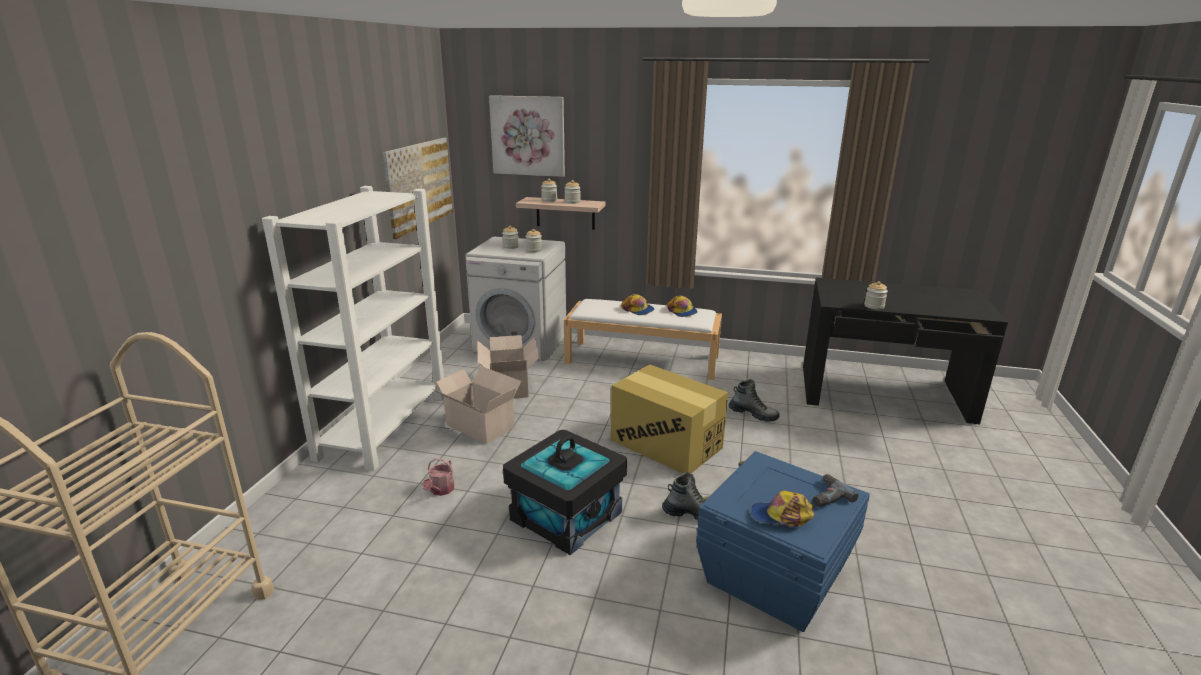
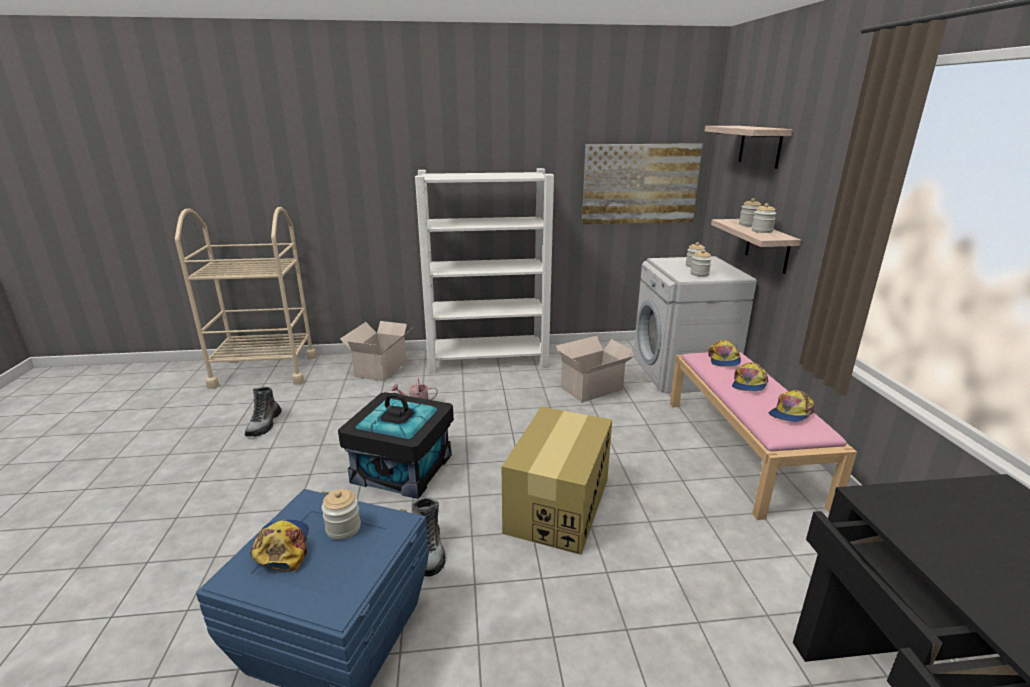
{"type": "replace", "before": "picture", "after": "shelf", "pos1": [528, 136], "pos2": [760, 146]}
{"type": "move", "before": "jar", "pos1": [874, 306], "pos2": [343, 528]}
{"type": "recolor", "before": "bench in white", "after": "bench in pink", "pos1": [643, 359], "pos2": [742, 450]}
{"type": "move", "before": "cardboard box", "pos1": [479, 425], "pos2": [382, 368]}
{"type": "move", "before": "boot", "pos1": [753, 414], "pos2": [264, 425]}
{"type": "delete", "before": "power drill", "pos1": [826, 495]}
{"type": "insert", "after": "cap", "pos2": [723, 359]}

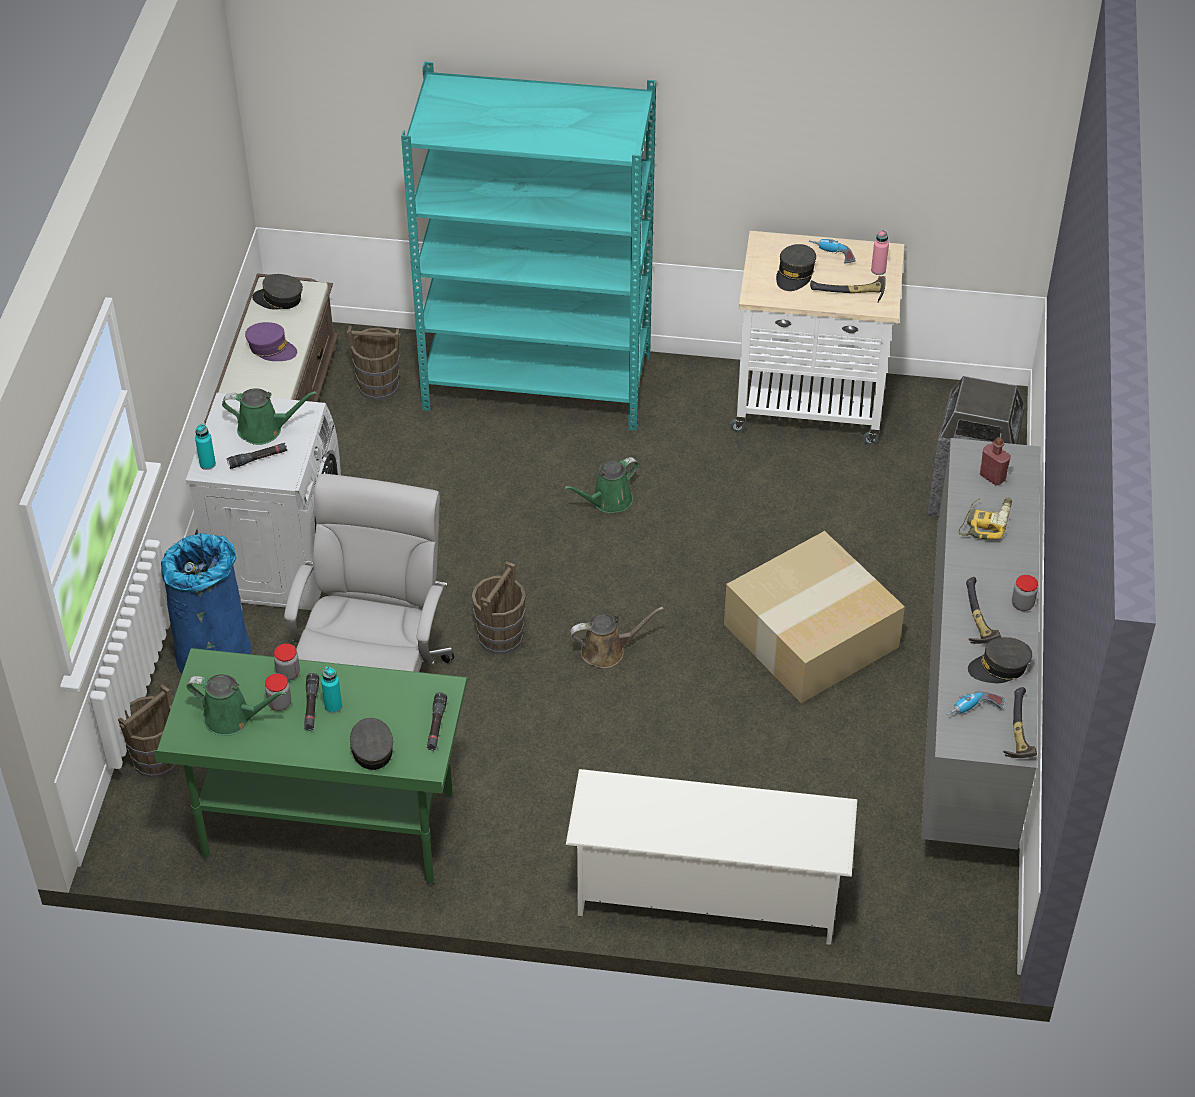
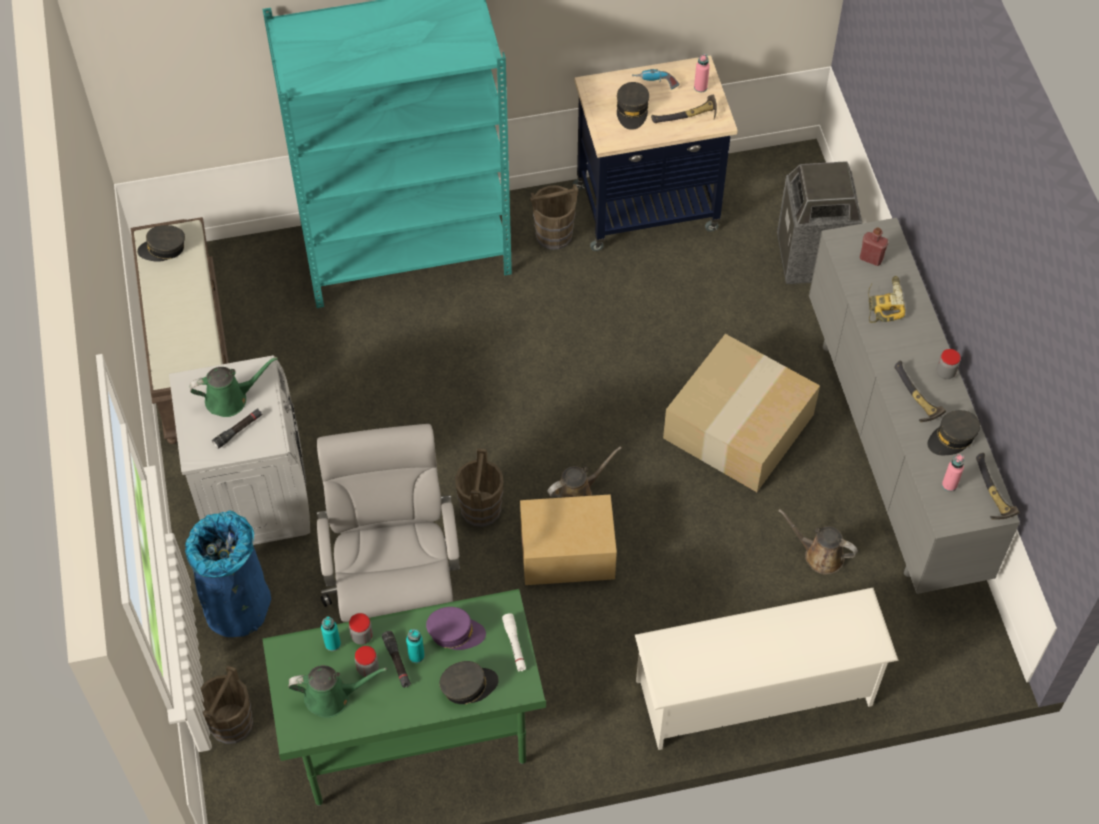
{"type": "recolor", "before": "cart in white", "after": "cart in blue", "pos1": [809, 405], "pos2": [647, 207]}
{"type": "move", "before": "cap in purple", "pos1": [271, 348], "pos2": [455, 633]}
{"type": "move", "before": "bucket in brown", "pos1": [378, 385], "pos2": [553, 235]}
{"type": "move", "before": "bottle in turquoise", "pos1": [207, 464], "pos2": [332, 644]}
{"type": "delete", "before": "watering can in green", "pos1": [608, 501]}
{"type": "replace", "before": "power drill", "after": "bottle in pink", "pos1": [974, 711], "pos2": [949, 485]}
{"type": "recolor", "before": "flashlight in black", "after": "flashlight in white", "pos1": [436, 725], "pos2": [514, 645]}
{"type": "rotate", "before": "cap in grey", "pos1": [371, 748], "pos2": [468, 686], "turn": 105}
{"type": "insert", "after": "cardboard box", "pos2": [566, 555]}
{"type": "insert", "after": "watering can in brown", "pos2": [820, 555]}

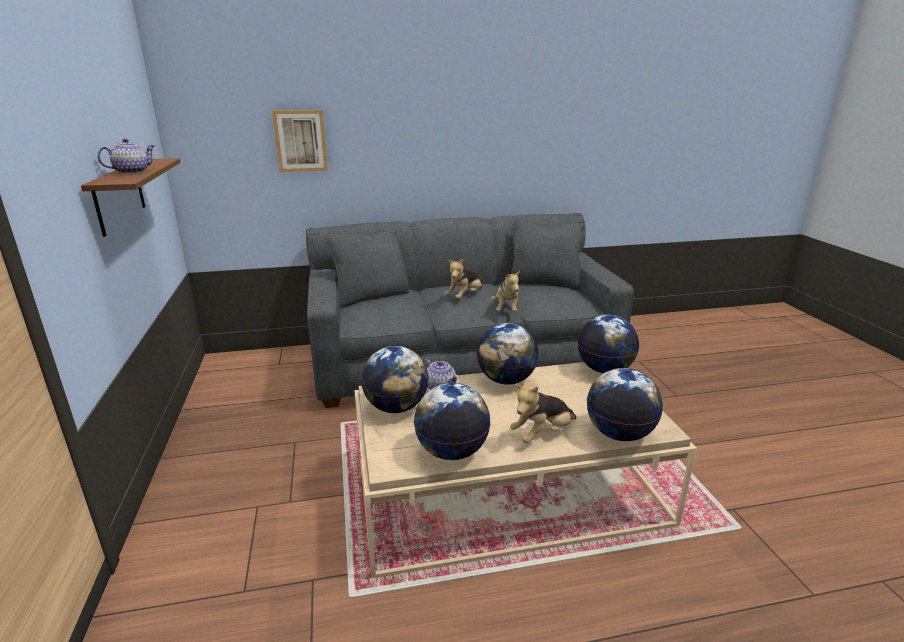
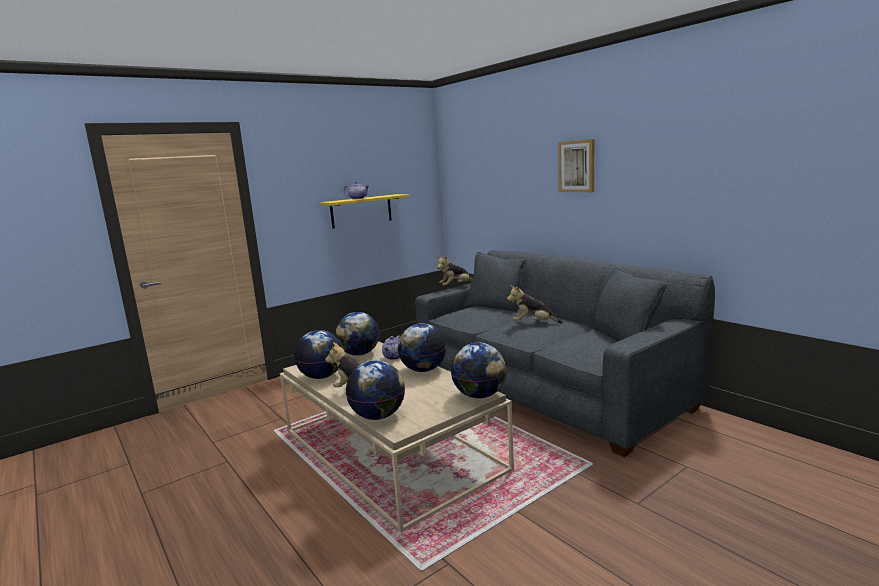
{"type": "move", "before": "picture", "pos1": [300, 141], "pos2": [577, 166]}
{"type": "recolor", "before": "shelf in brown", "after": "shelf in yellow", "pos1": [119, 195], "pos2": [361, 211]}
{"type": "move", "before": "plush toy", "pos1": [506, 309], "pos2": [456, 286]}

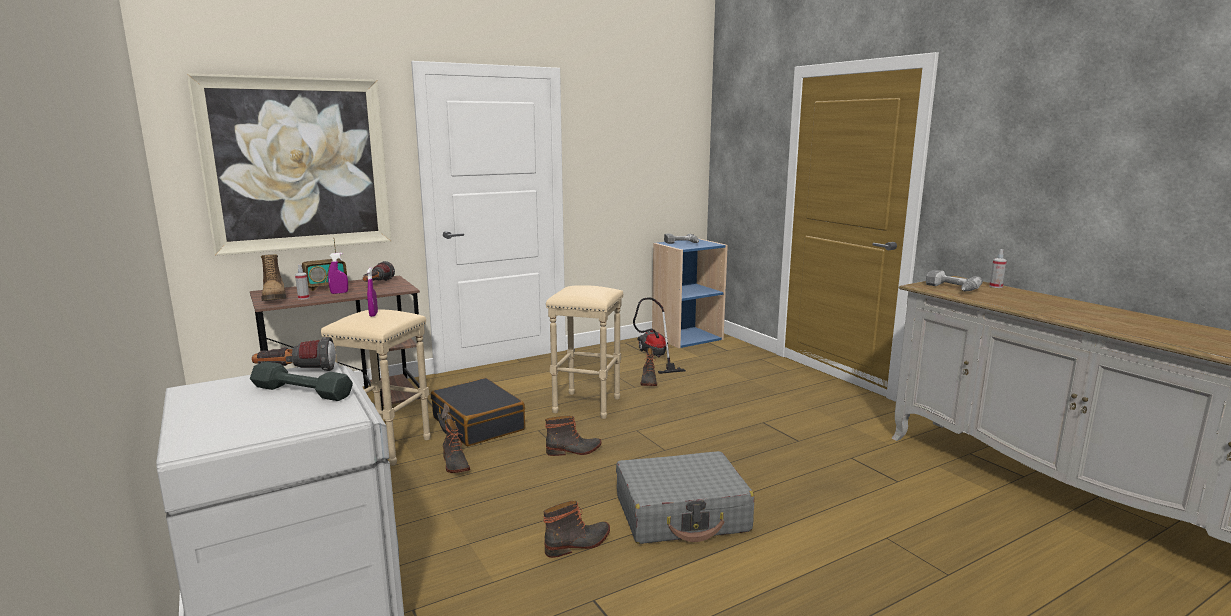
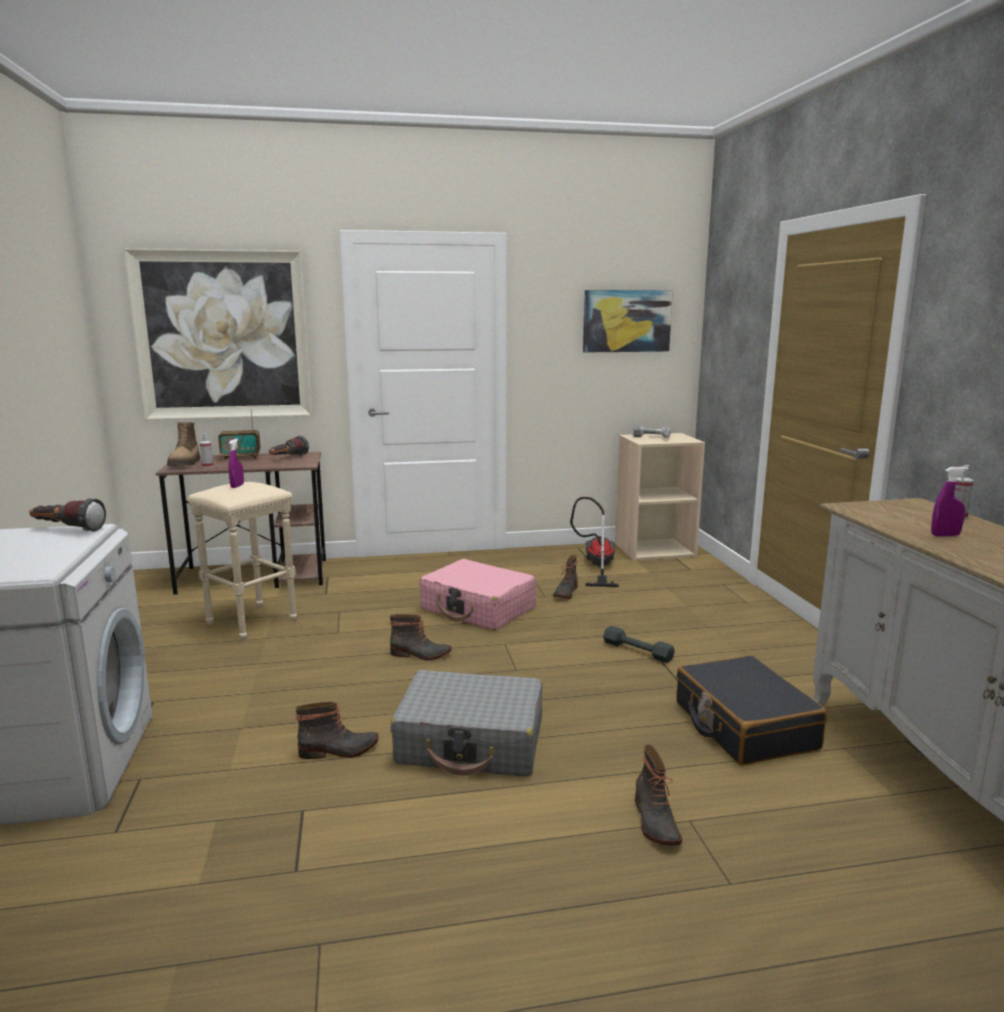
{"type": "recolor", "before": "bookcase in blue", "after": "bookcase in beige", "pos1": [687, 337], "pos2": [655, 549]}
{"type": "move", "before": "spray bottle in purple", "pos1": [339, 293], "pos2": [945, 535]}
{"type": "delete", "before": "power drill", "pos1": [950, 288]}
{"type": "replace", "before": "stool in beige", "after": "suitcase in pink", "pos1": [588, 404], "pos2": [478, 609]}
{"type": "move", "before": "dumbbell in grey", "pos1": [302, 391], "pos2": [637, 651]}
{"type": "move", "before": "suitcase in black", "pos1": [477, 424], "pos2": [743, 726]}
{"type": "move", "before": "boot", "pos1": [454, 464], "pos2": [654, 821]}
{"type": "insert", "after": "picture", "pos2": [626, 321]}

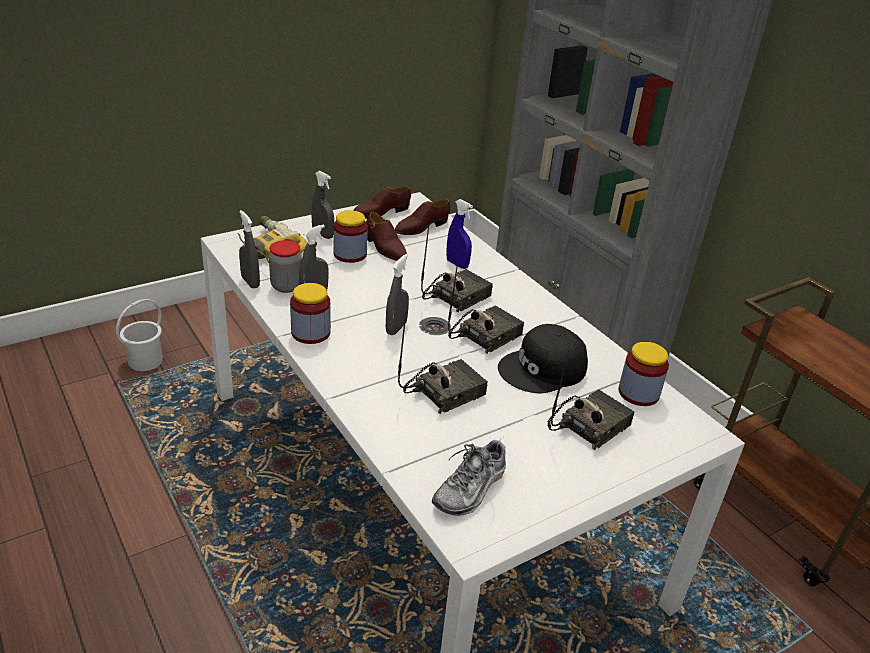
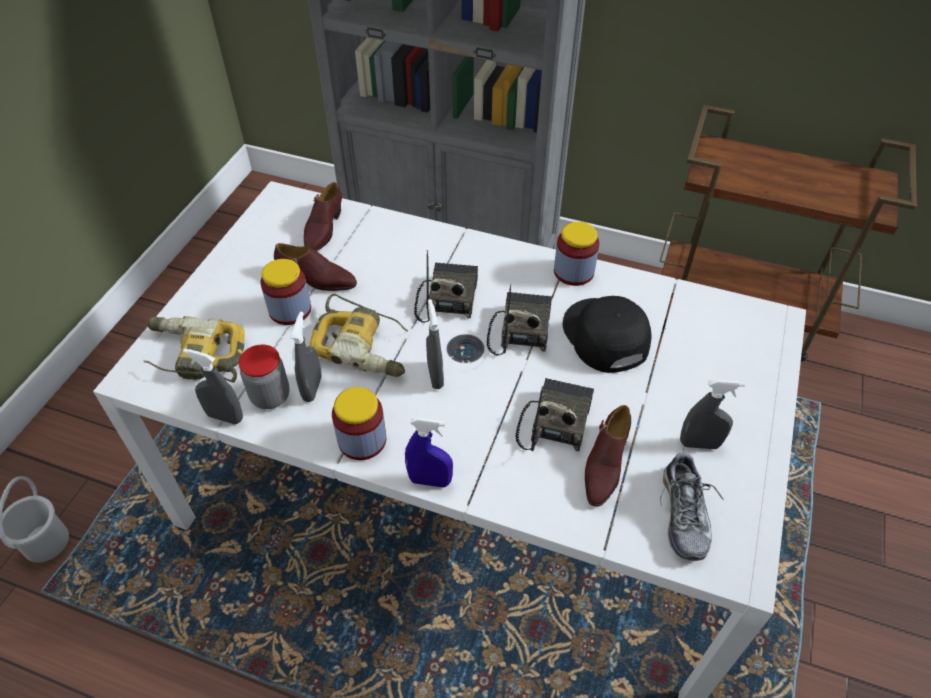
{"type": "move", "before": "spray bottle in grey", "pos1": [323, 235], "pos2": [699, 444]}
{"type": "move", "before": "shoe in brown", "pos1": [381, 212], "pos2": [604, 464]}
{"type": "move", "before": "spray bottle in blue", "pos1": [457, 264], "pos2": [430, 481]}
{"type": "rotate", "before": "cap in black", "pos1": [543, 369], "pos2": [604, 336], "turn": 135}
{"type": "move", "before": "jar", "pos1": [638, 393], "pos2": [573, 272]}
{"type": "delete", "before": "radio", "pos1": [588, 425]}
{"type": "insert", "after": "power drill", "pos2": [364, 345]}

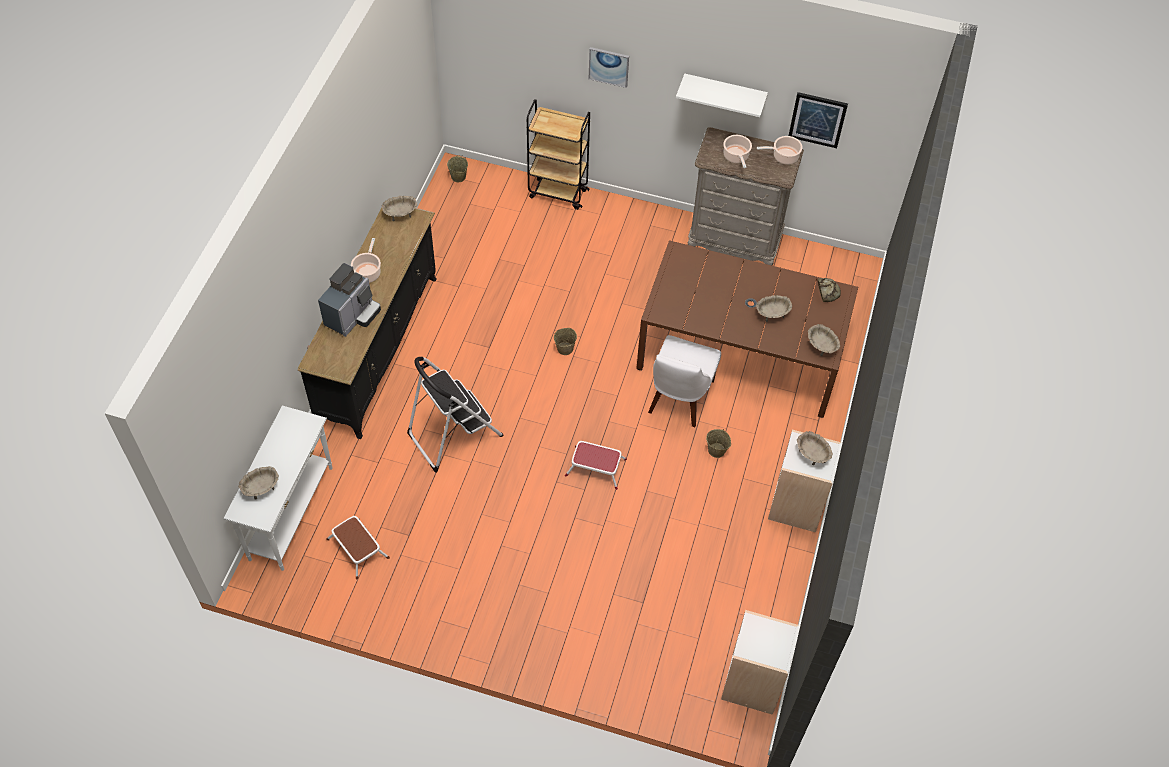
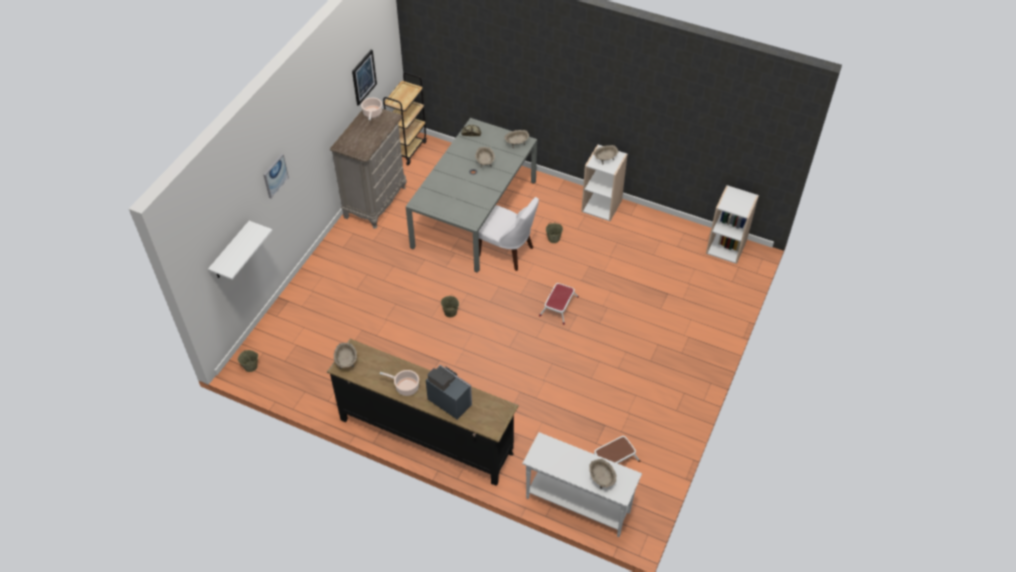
{"type": "move", "before": "shelf in white", "pos1": [724, 93], "pos2": [231, 251]}
{"type": "move", "before": "cart in brown", "pos1": [559, 193], "pos2": [408, 150]}
{"type": "delete", "before": "cooking pot", "pos1": [736, 157]}
{"type": "recolor", "before": "dining table in brown", "after": "dining table in grey", "pos1": [740, 353], "pos2": [474, 214]}
{"type": "delete", "before": "step ladder", "pos1": [452, 435]}

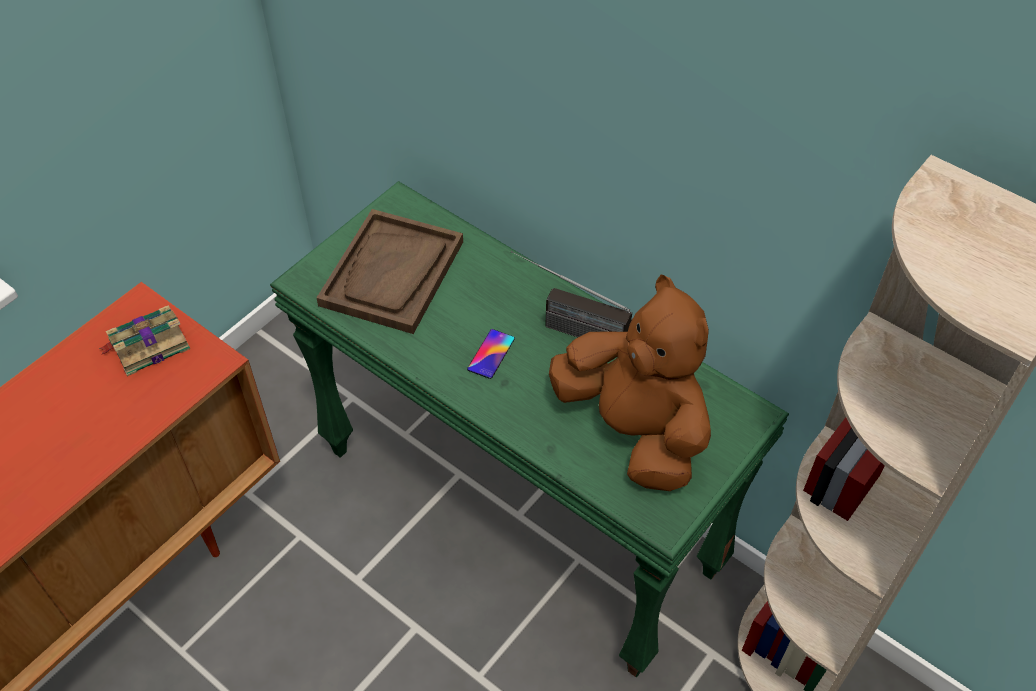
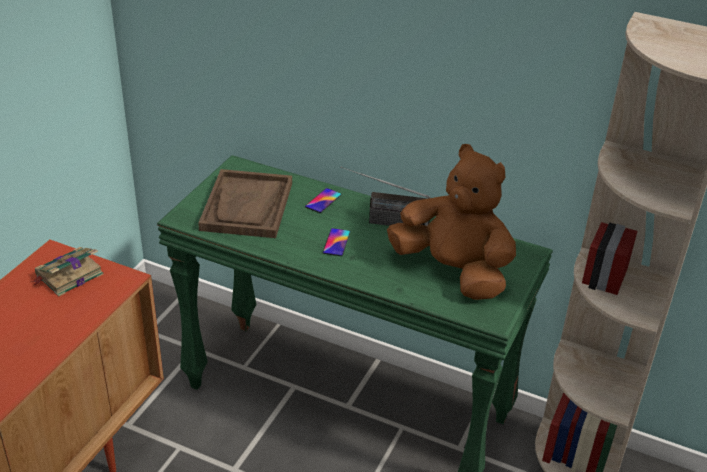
{"type": "insert", "after": "phone", "pos2": [323, 201]}

